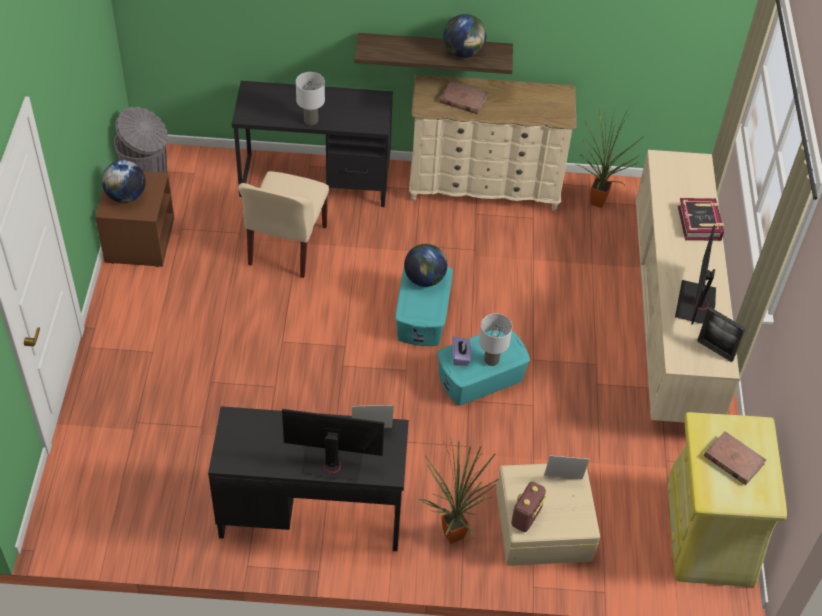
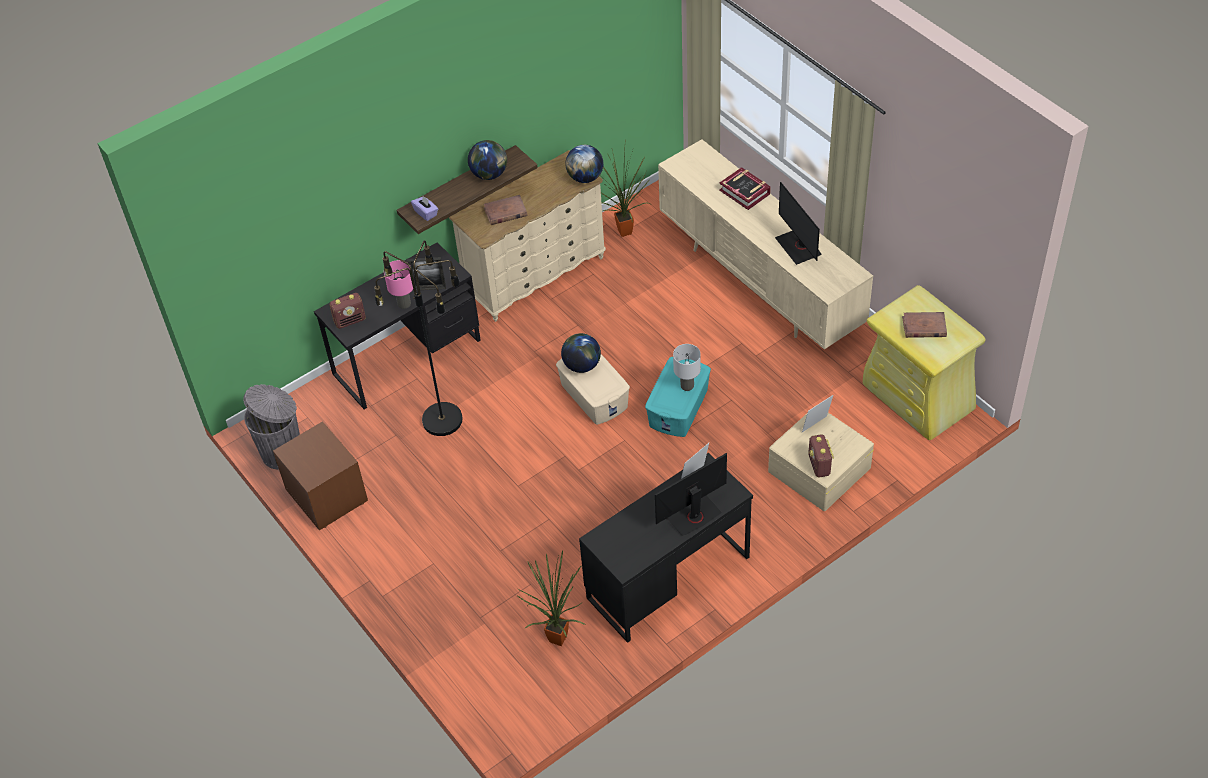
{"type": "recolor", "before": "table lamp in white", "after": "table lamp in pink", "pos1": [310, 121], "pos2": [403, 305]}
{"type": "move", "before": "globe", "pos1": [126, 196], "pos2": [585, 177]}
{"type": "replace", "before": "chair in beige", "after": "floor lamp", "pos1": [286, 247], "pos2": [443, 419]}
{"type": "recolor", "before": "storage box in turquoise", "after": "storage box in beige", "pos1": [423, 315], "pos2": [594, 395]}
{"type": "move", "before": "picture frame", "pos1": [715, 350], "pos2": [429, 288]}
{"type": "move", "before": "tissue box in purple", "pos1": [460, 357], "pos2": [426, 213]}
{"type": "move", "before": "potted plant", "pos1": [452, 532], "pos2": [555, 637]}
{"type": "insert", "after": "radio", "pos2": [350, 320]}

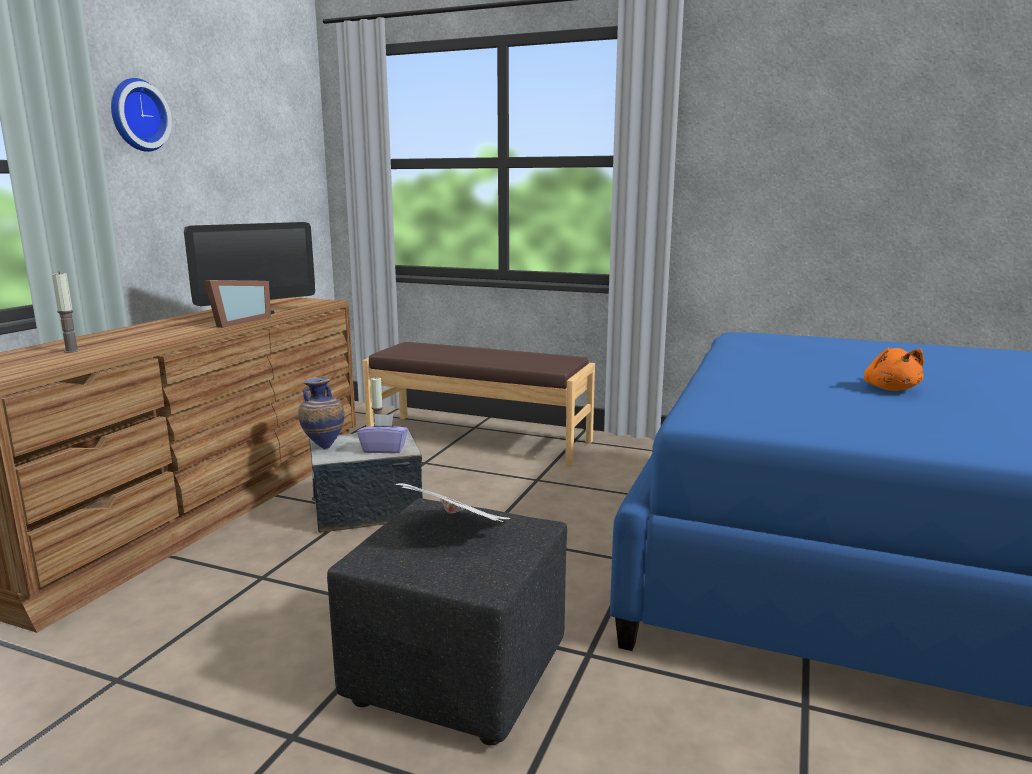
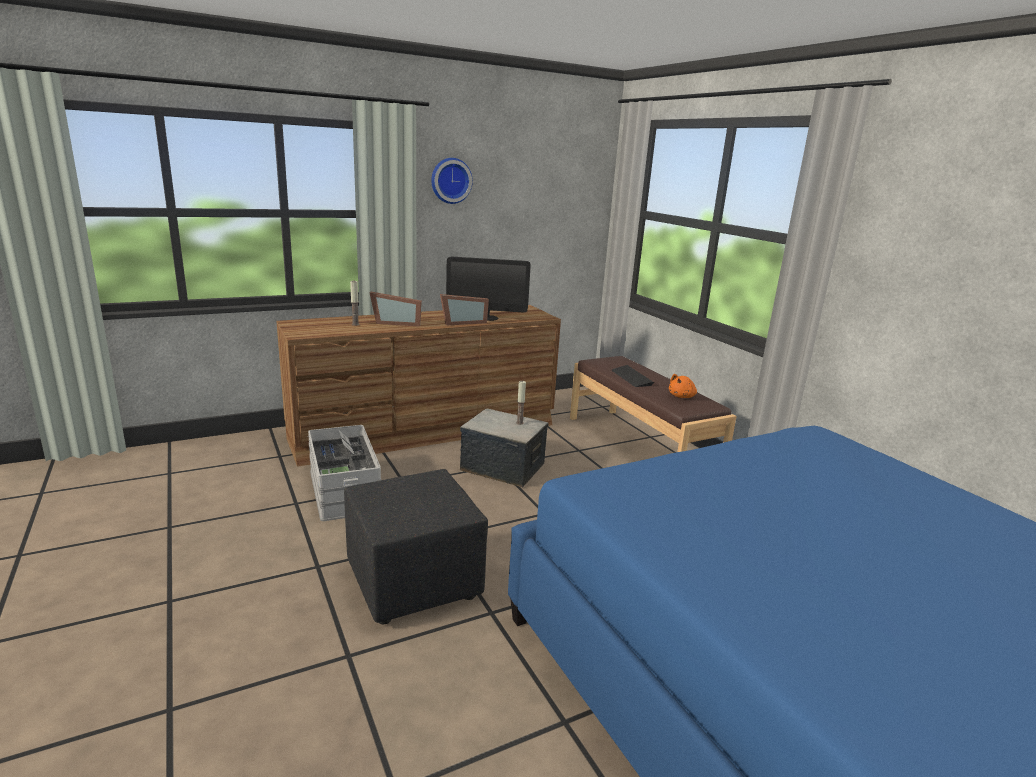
{"type": "move", "before": "plush toy in orange", "pos1": [890, 388], "pos2": [682, 396]}
{"type": "delete", "before": "vase", "pos1": [323, 447]}
{"type": "delete", "before": "tissue box in purple", "pos1": [384, 449]}
{"type": "delete", "before": "newspaper", "pos1": [456, 531]}
{"type": "insert", "after": "picture frame", "pos2": [397, 323]}
{"type": "insert", "after": "keyboard", "pos2": [631, 377]}
{"type": "insert", "after": "storage box in grey", "pos2": [343, 490]}

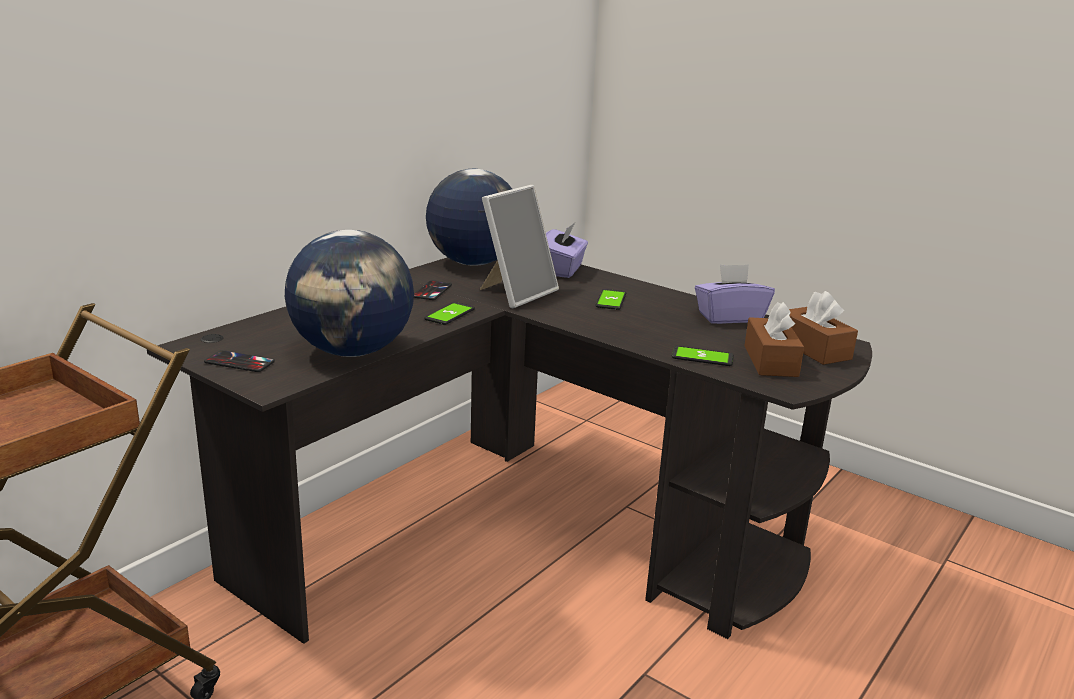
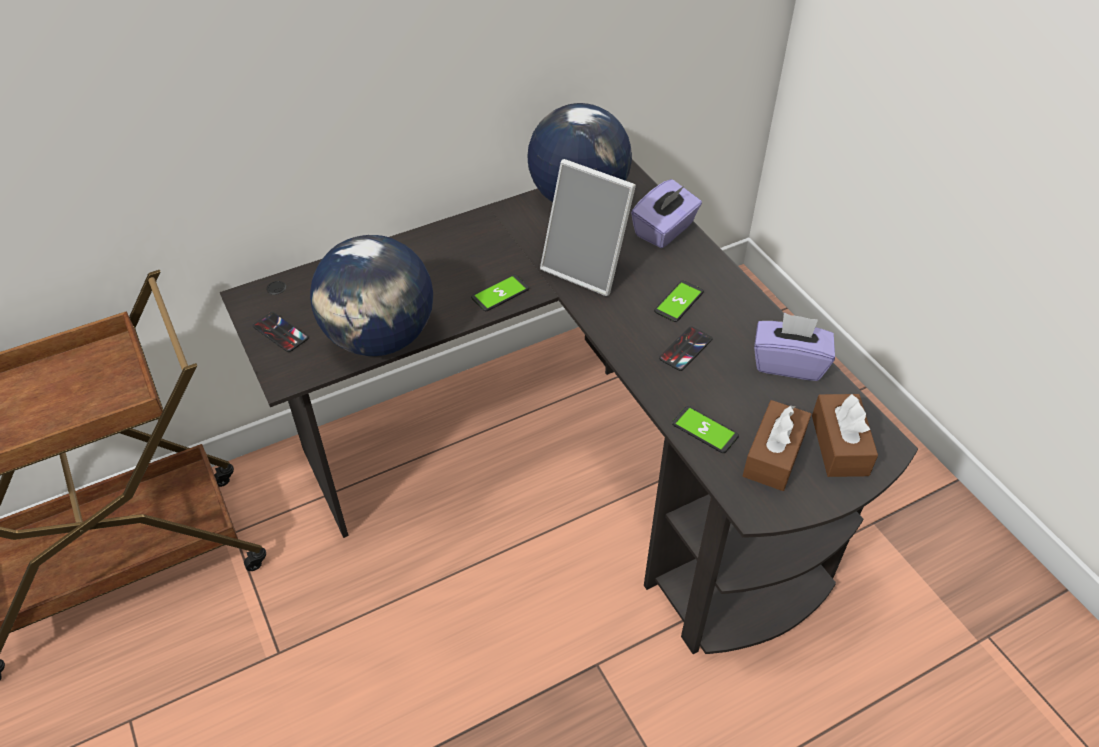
{"type": "rotate", "before": "picture frame", "pos1": [516, 293], "pos2": [587, 267], "turn": 60}
{"type": "move", "before": "phone", "pos1": [432, 291], "pos2": [685, 349]}

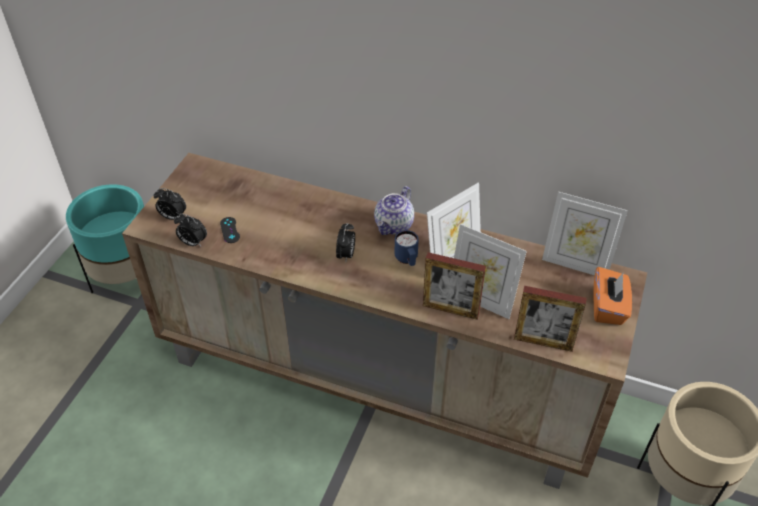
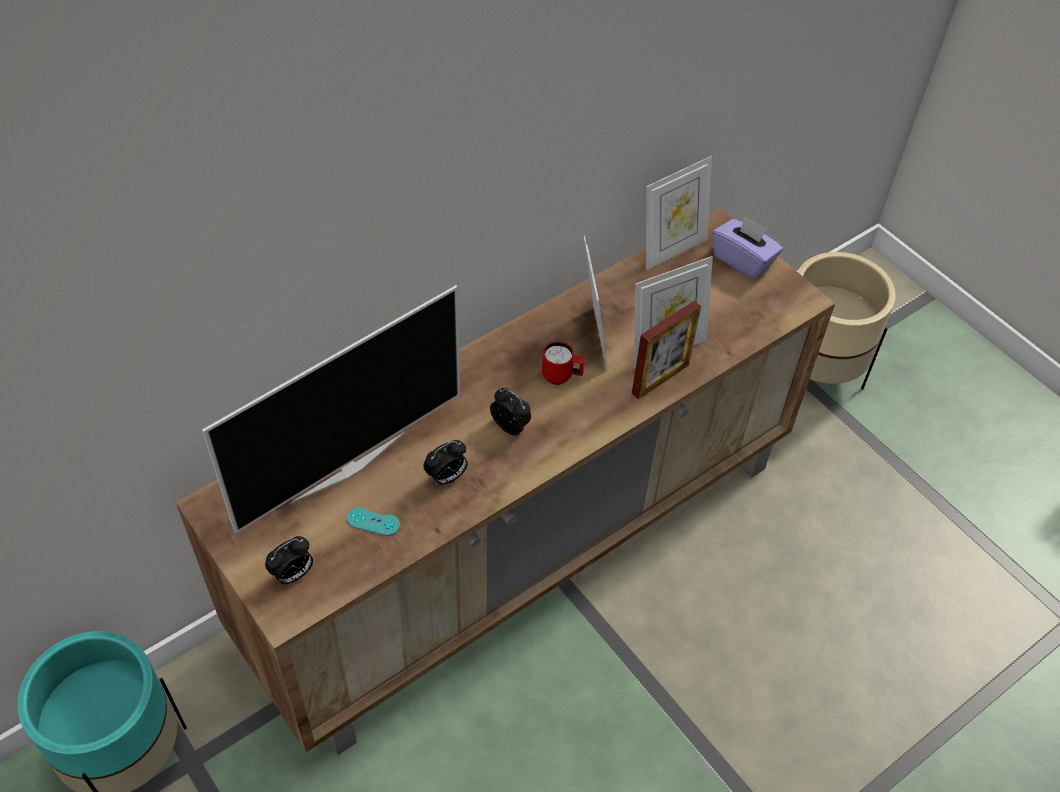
{"type": "delete", "before": "teapot", "pos1": [394, 225]}
{"type": "move", "before": "alarm clock", "pos1": [192, 243], "pos2": [446, 477]}
{"type": "recolor", "before": "game controller in black", "after": "game controller in turquoise", "pos1": [230, 230], "pos2": [373, 521]}
{"type": "recolor", "before": "mug in blue", "after": "mug in red", "pos1": [407, 260], "pos2": [562, 376]}
{"type": "recolor", "before": "tissue box in orange", "after": "tissue box in purple", "pos1": [608, 307], "pos2": [743, 260]}
{"type": "delete", "before": "picture frame", "pos1": [543, 342]}
{"type": "insert", "after": "television", "pos2": [347, 466]}

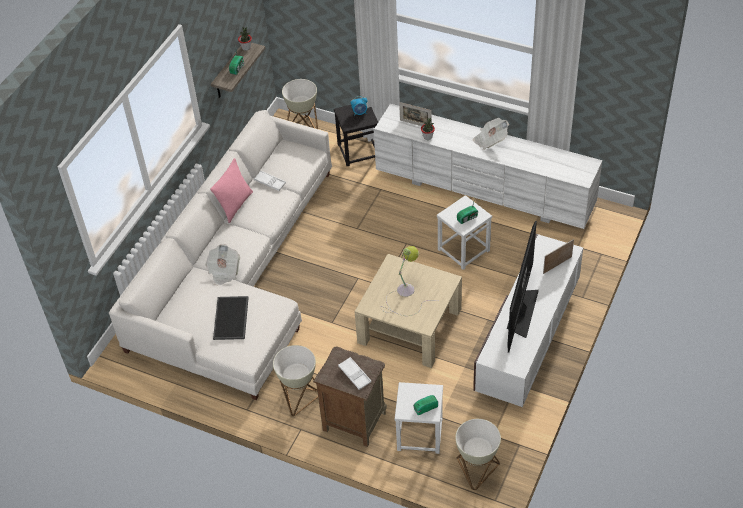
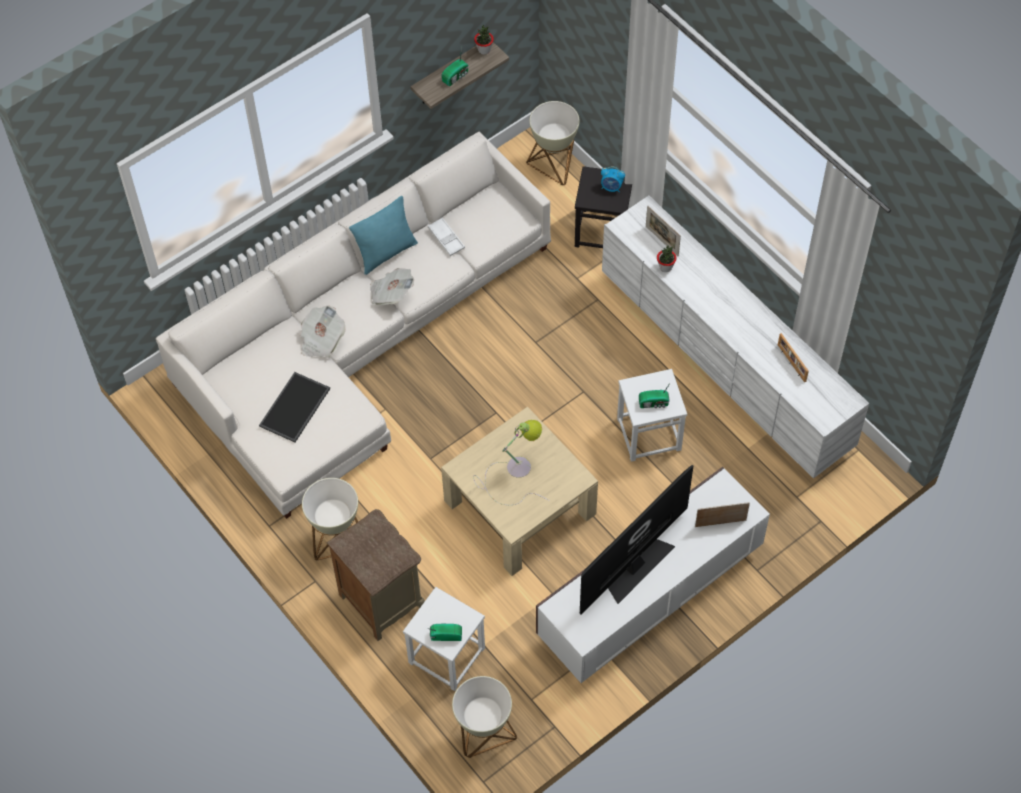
{"type": "move", "before": "newspaper", "pos1": [490, 140], "pos2": [391, 293]}
{"type": "recolor", "before": "pillow in pink", "after": "pillow in turquoise", "pos1": [235, 205], "pos2": [386, 253]}
{"type": "delete", "before": "tray in white", "pos1": [354, 375]}
{"type": "insert", "after": "picture frame", "pos2": [791, 363]}

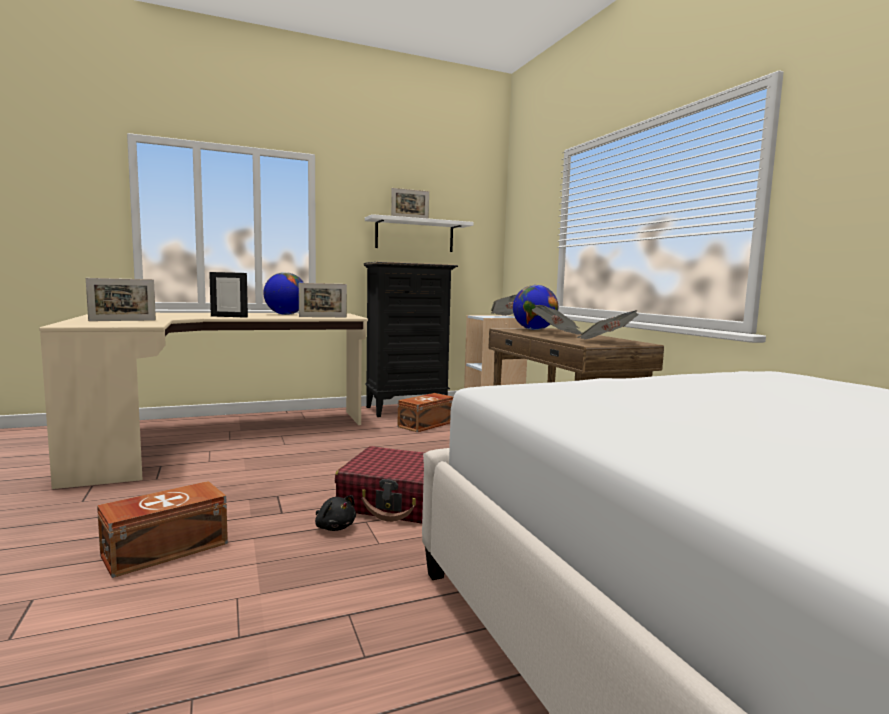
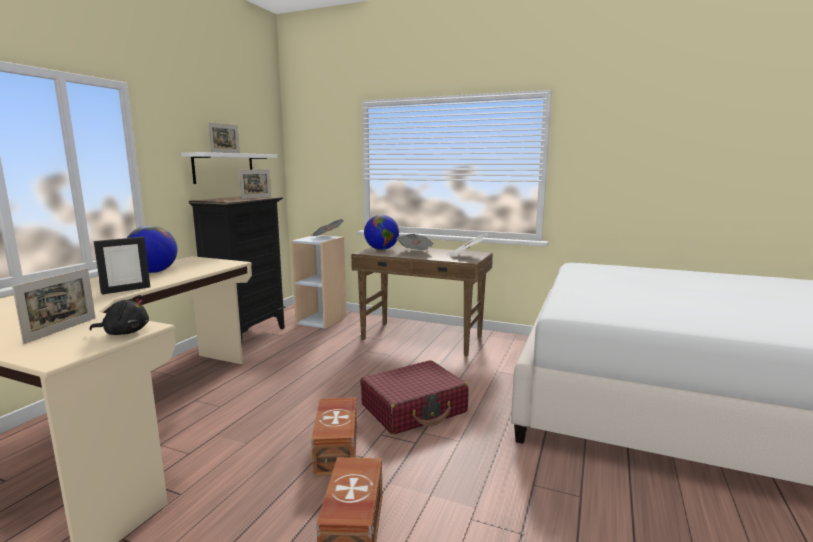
{"type": "move", "before": "picture frame", "pos1": [323, 317], "pos2": [256, 198]}
{"type": "move", "before": "storage box in brown", "pos1": [427, 424], "pos2": [338, 450]}
{"type": "move", "before": "plush toy in black", "pos1": [334, 527], "pos2": [124, 332]}

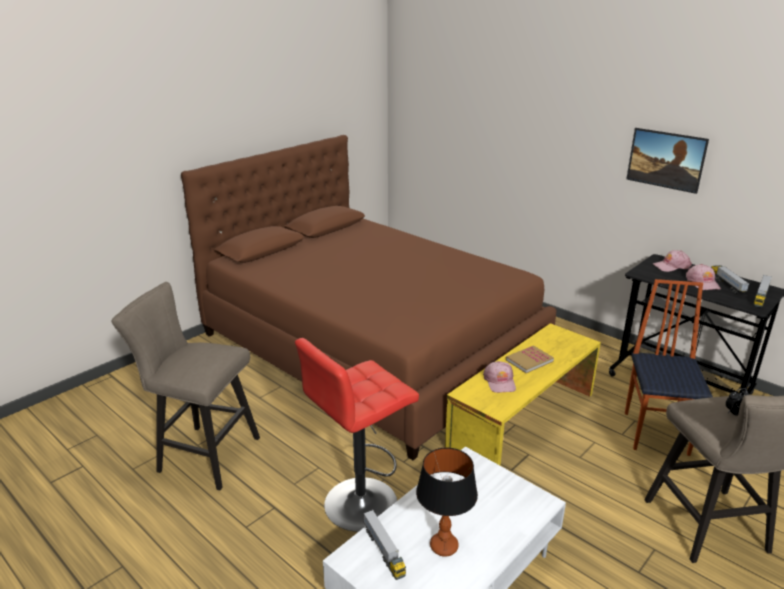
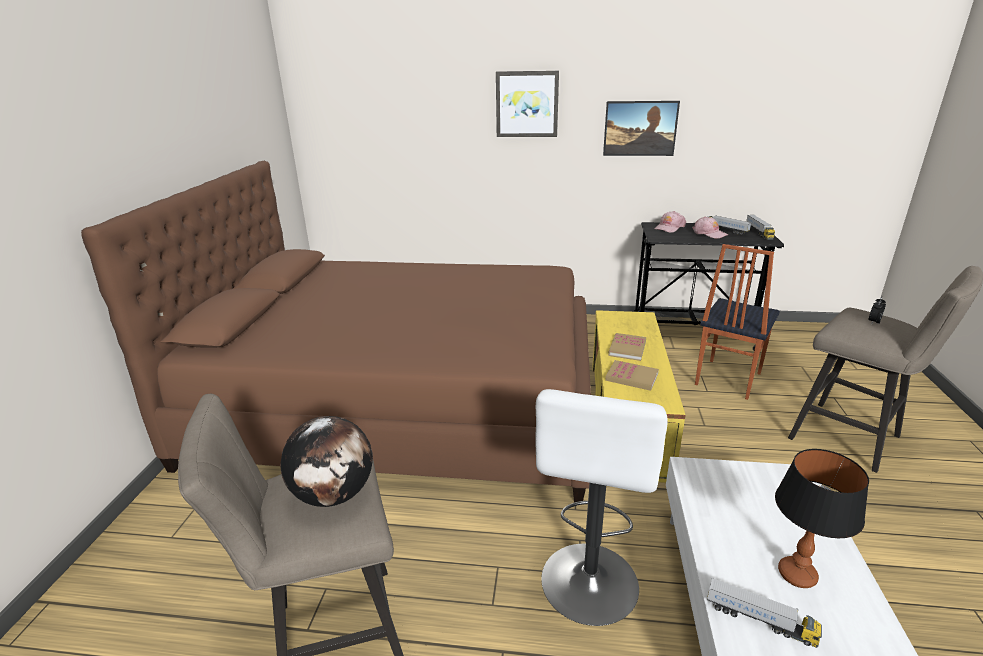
{"type": "rotate", "before": "chair", "pos1": [657, 433], "pos2": [726, 379], "turn": -120}
{"type": "recolor", "before": "stool in red", "after": "stool in white", "pos1": [359, 503], "pos2": [588, 583]}
{"type": "replace", "before": "cap in pink", "after": "book", "pos1": [500, 381], "pos2": [631, 377]}
{"type": "insert", "after": "picture", "pos2": [527, 104]}
{"type": "insert", "after": "globe", "pos2": [334, 494]}

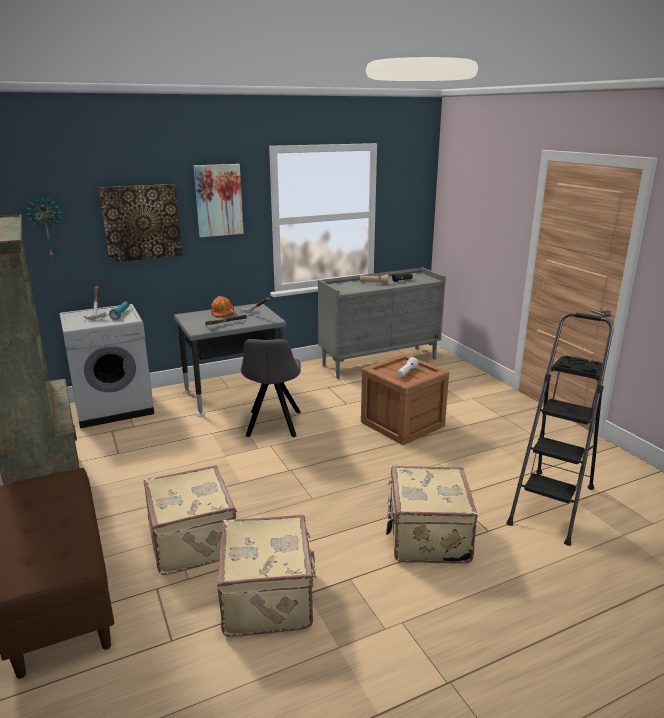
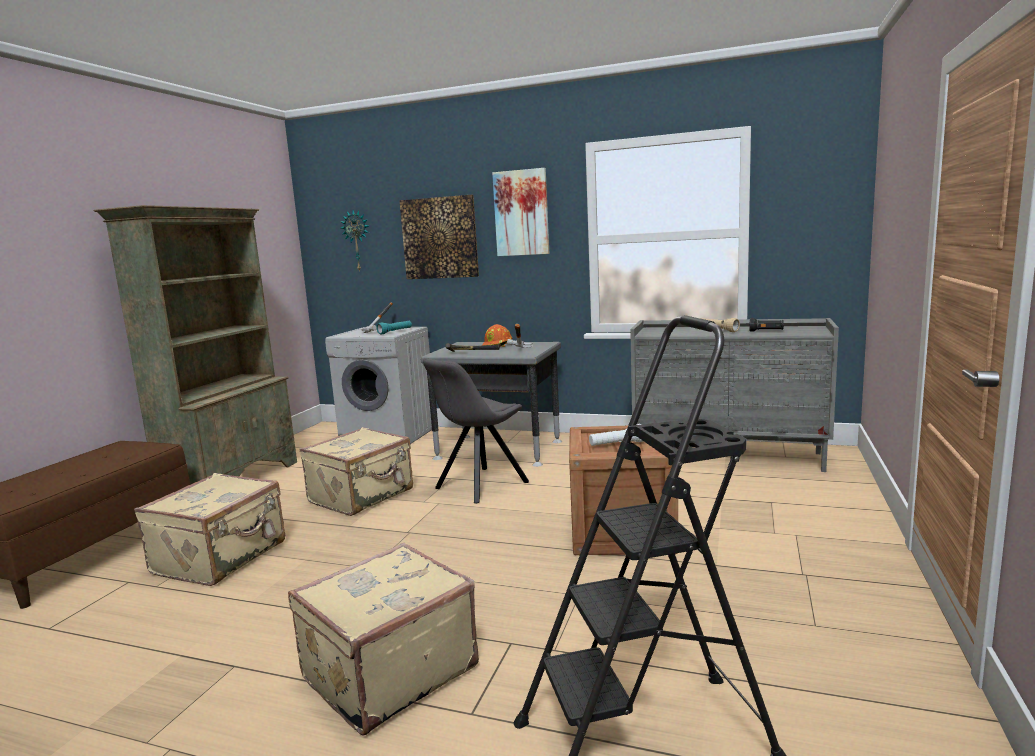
{"type": "move", "before": "suitcase in beige", "pos1": [269, 598], "pos2": [363, 496]}

